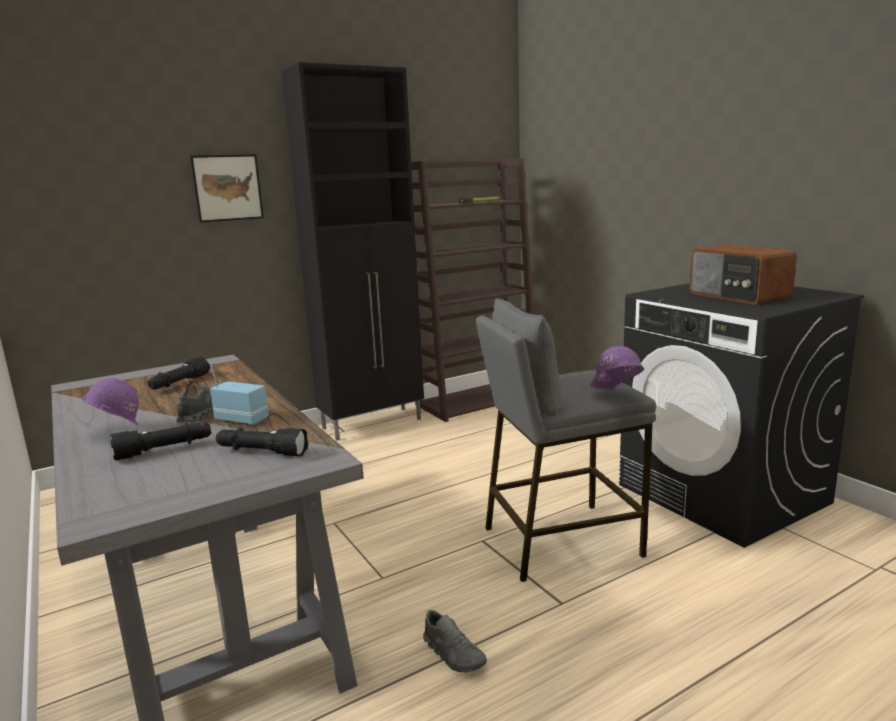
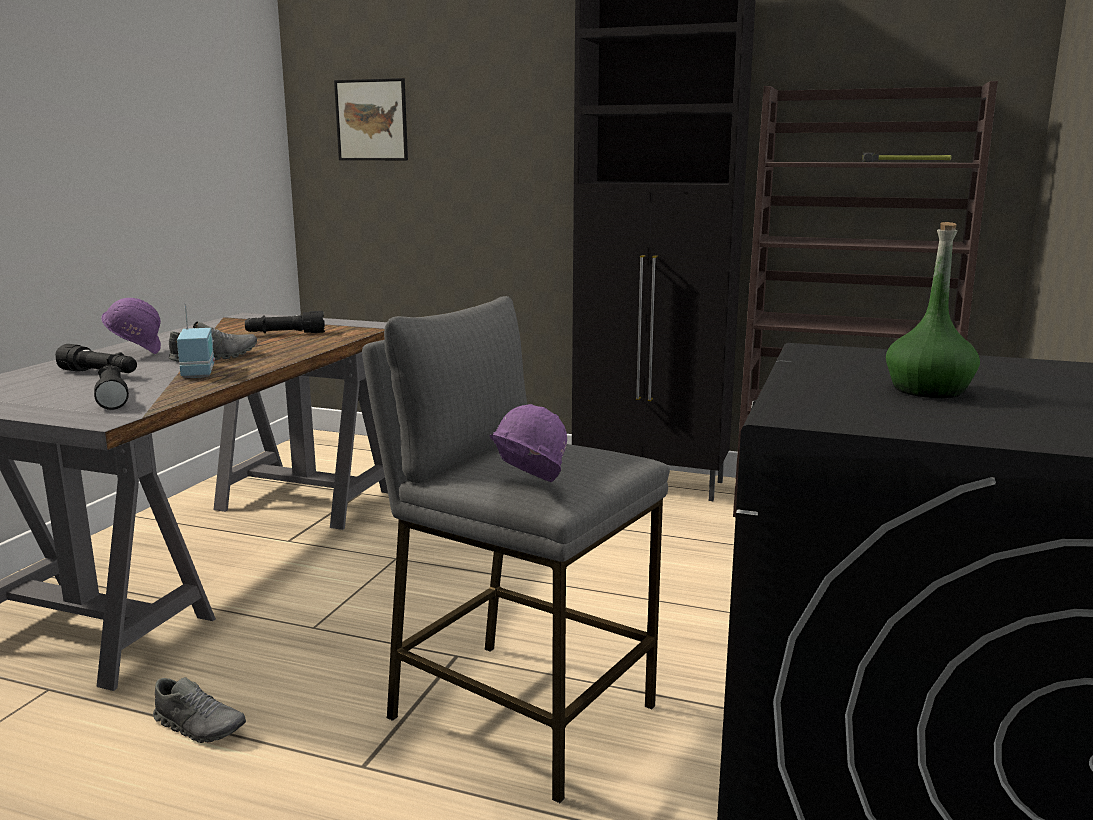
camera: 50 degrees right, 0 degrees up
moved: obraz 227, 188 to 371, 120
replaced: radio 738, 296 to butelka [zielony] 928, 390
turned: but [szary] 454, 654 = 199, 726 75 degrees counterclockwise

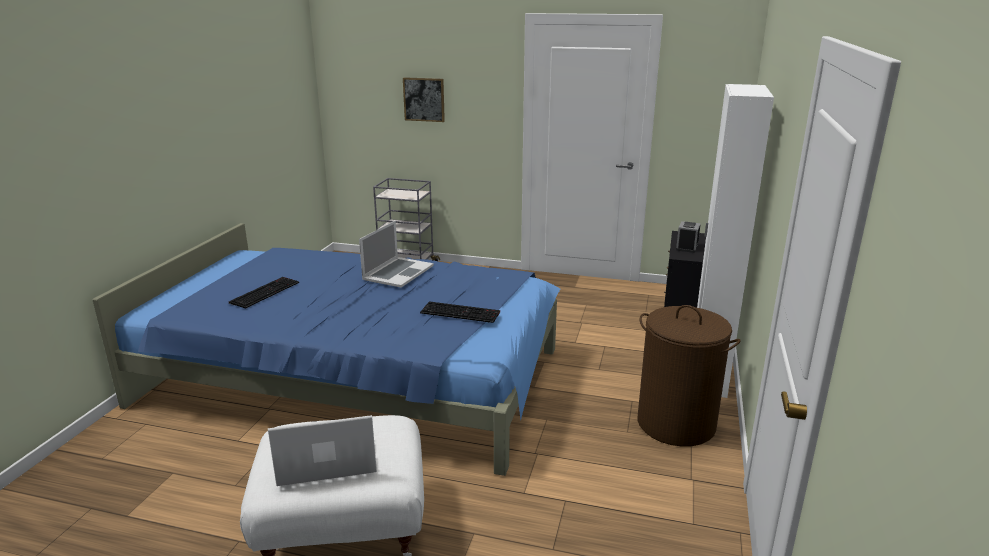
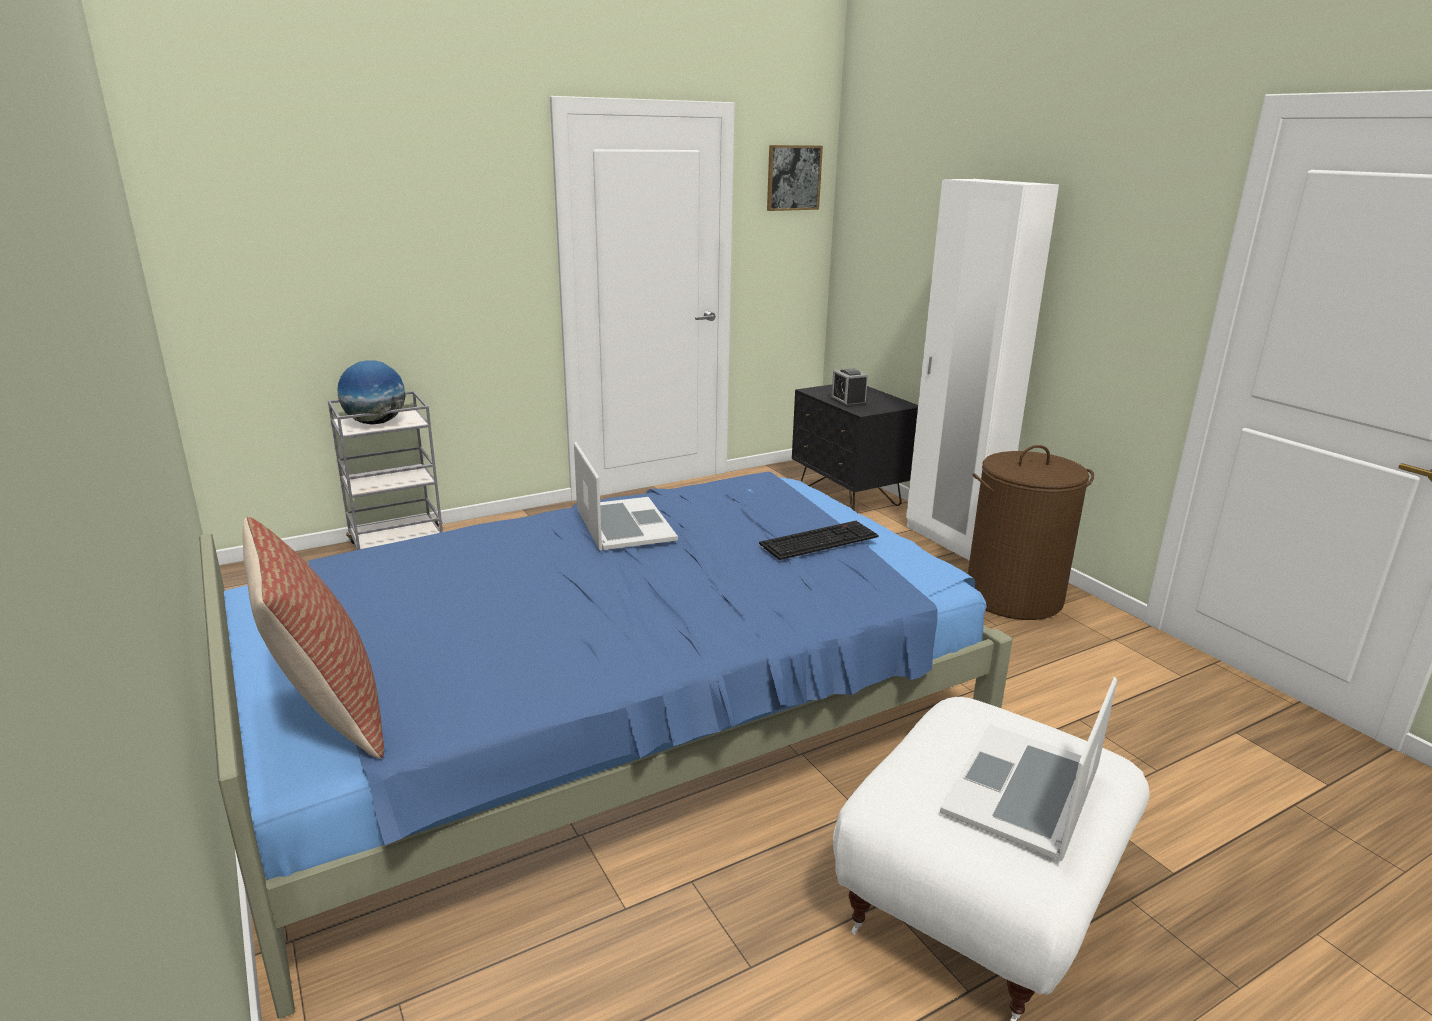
camera: 45 degrees left, 0 degrees up
removed: klawiatura 265, 292
added: poduszka 327, 713; globus 376, 423
moved: obraz 424, 99 to 793, 178

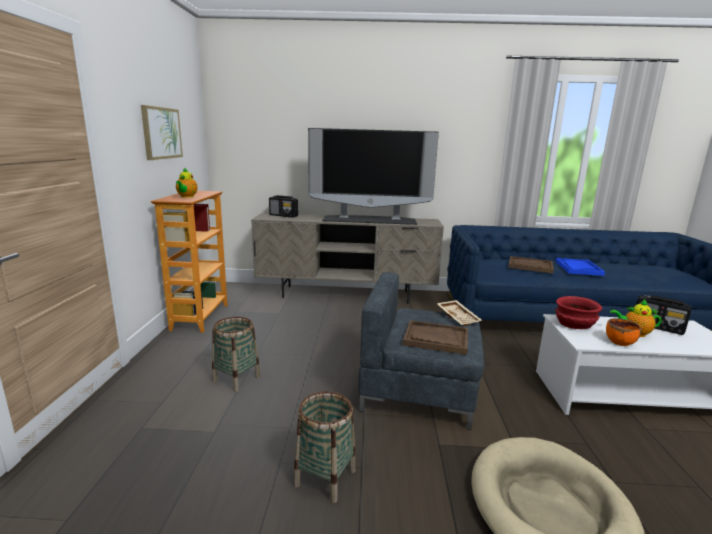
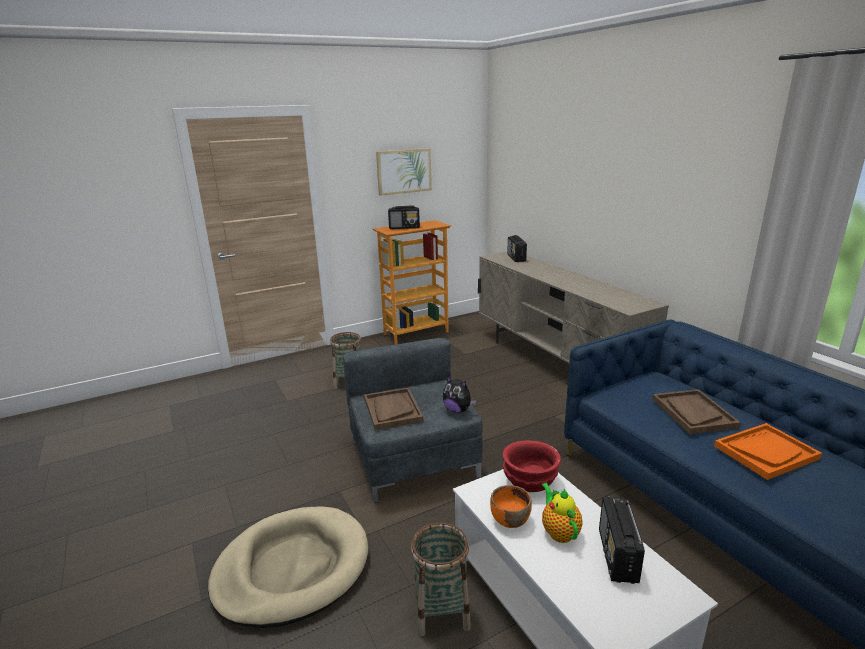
camera: 60 degrees right, 5 degrees up
removed: telewizor 369, 220
moved: koszyk 325, 477 to 441, 611
replaced: imbryk 186, 197 to radio 404, 228; taca [beżowy] 459, 317 to pluszak 458, 410
recoloured: taca [niebieski] 578, 268 to taca [pomarańczowy] 766, 452

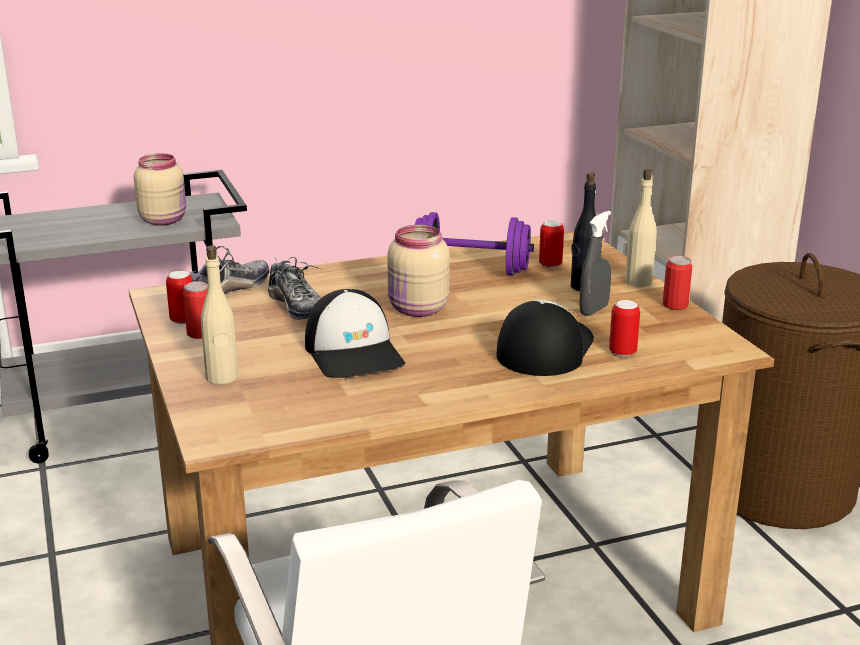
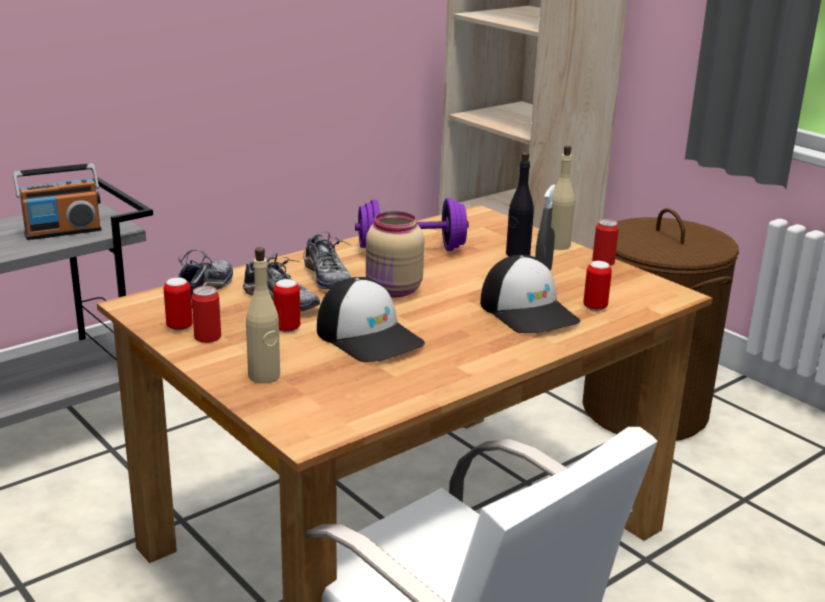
camera: 20 degrees left, 0 degrees up
added: but 327, 278
moved: puszka 550, 265 to 287, 328
replaced: słoik [beżowy] 164, 220 to radio 63, 232
turned: czapka z daszkiem 544, 348 = 529, 311 150 degrees clockwise

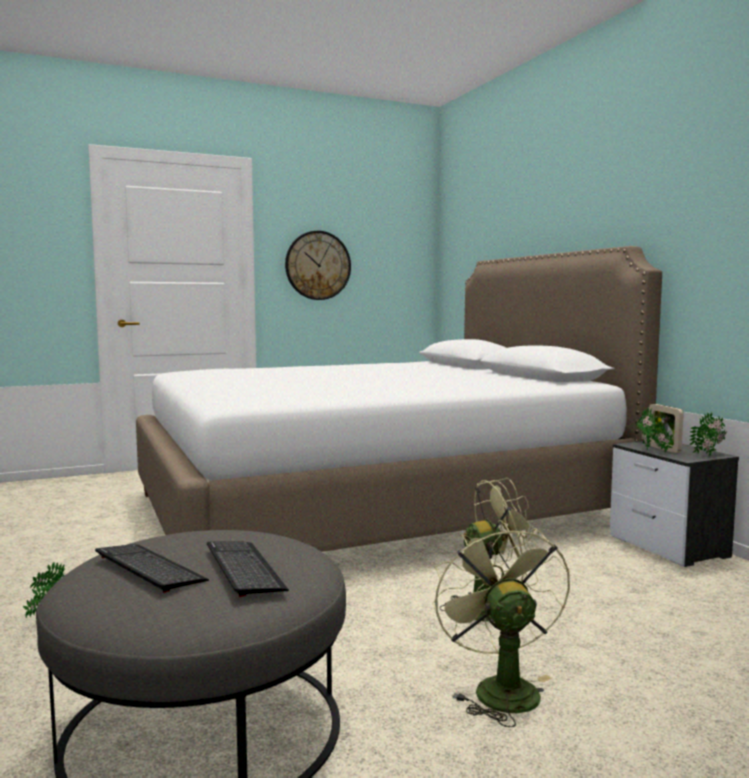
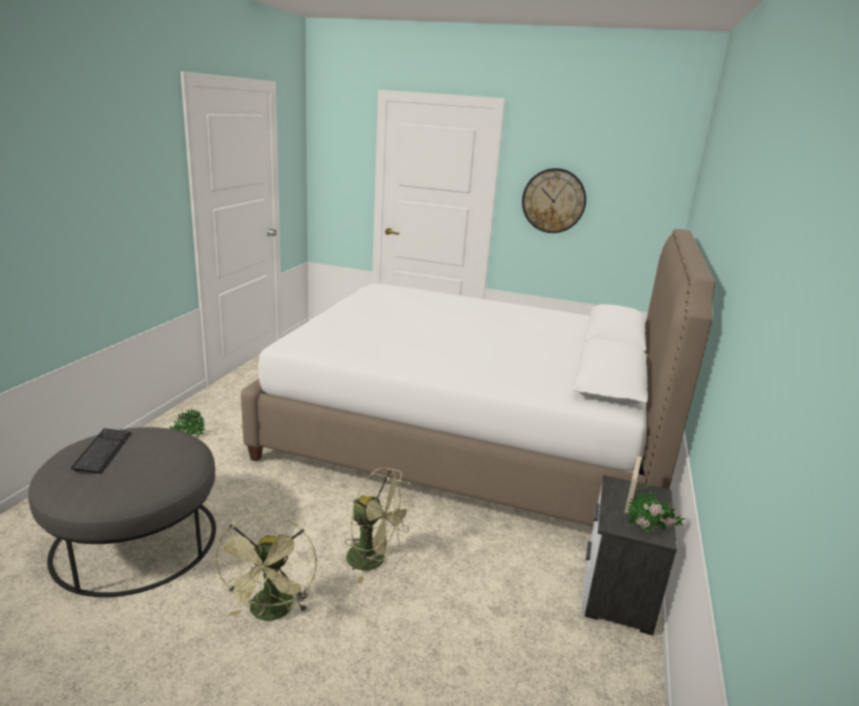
camera: 40 degrees right, 15 degrees up
removed: klawiatura 244, 569; roślina doniczkowa 653, 451
turned: wentylator [zielony] 499, 688 = 271, 613 150 degrees clockwise

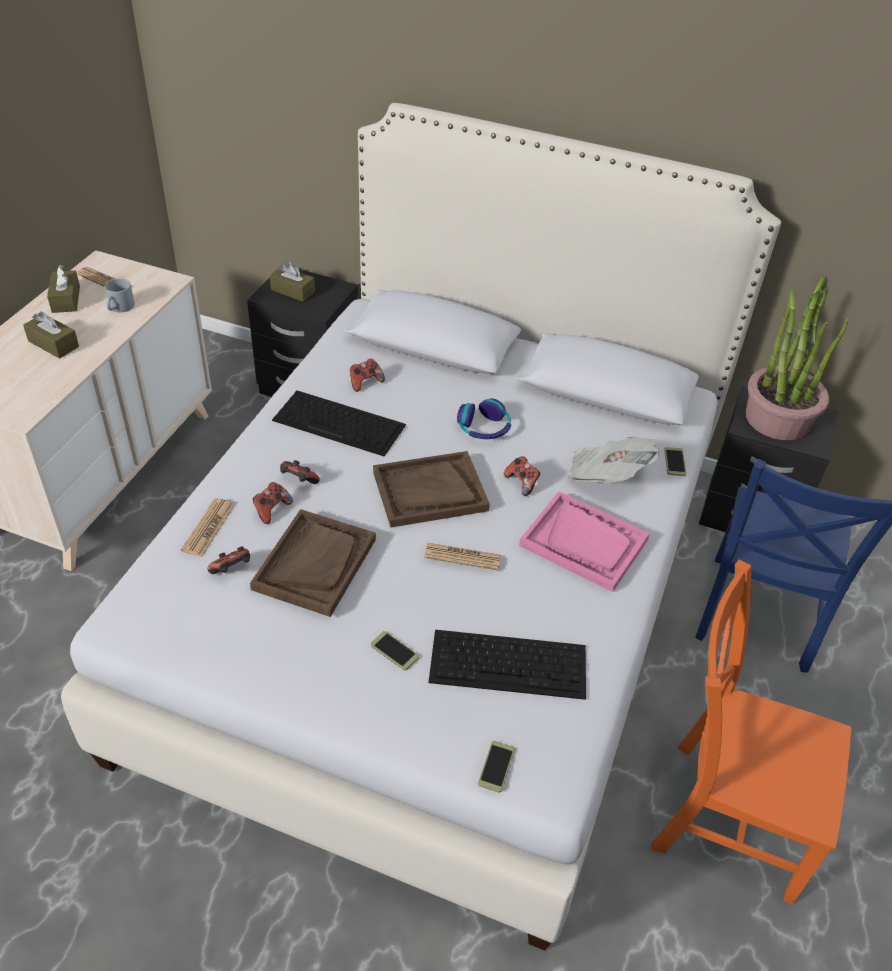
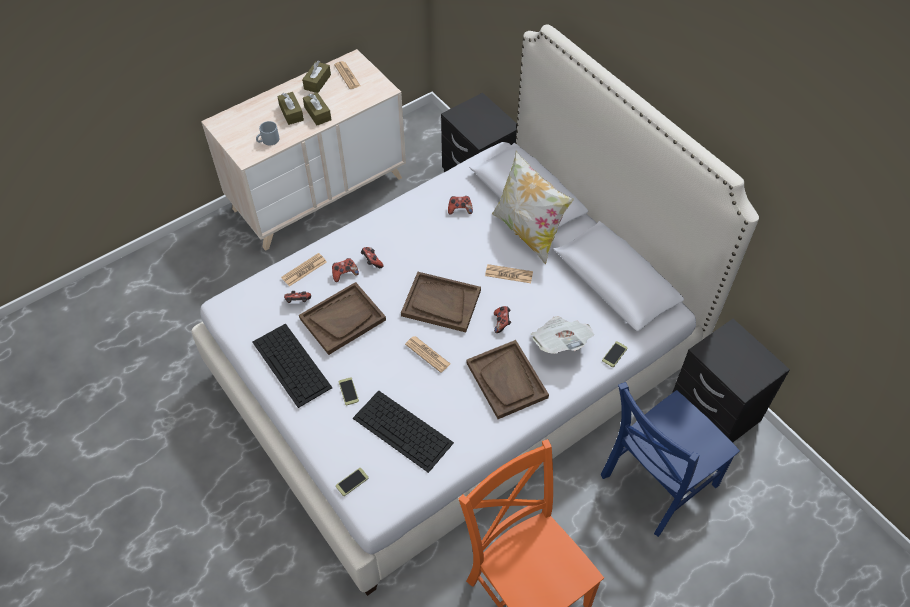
camera: 35 degrees right, 10 degrees up
removed: roślina doniczkowa 777, 418
added: poduszka 528, 232
moved: kubek [szary] 120, 308 to 268, 141; pudełko chusteczek [brązowy] 293, 291 to 317, 113; klawiatura 340, 422 to 292, 365
replaced: słuchawki 484, 428 to gazeta 509, 274
recoloured: taca [różowy] 584, 543 to taca [brązowy] 507, 380

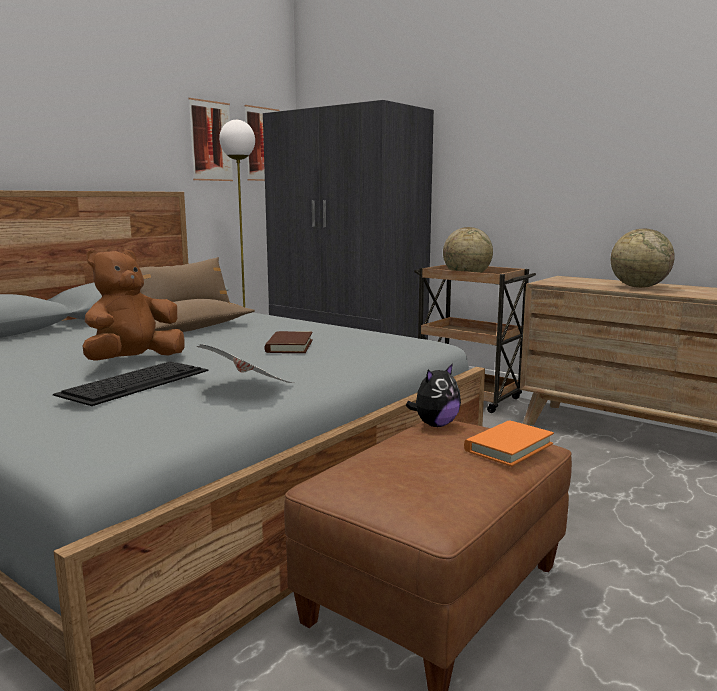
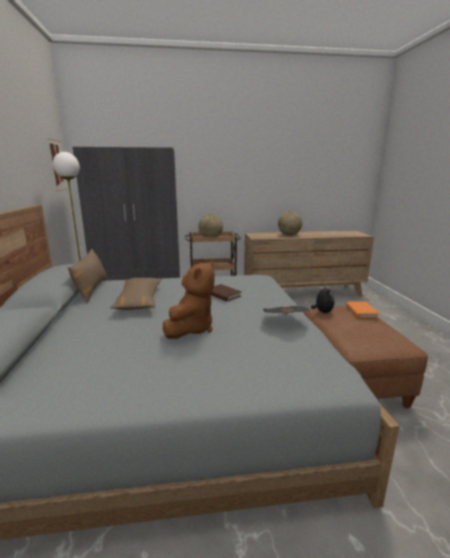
camera: 45 degrees left, 5 degrees up
removed: klawiatura 136, 381; obraz 211, 141
turned: pluszak [brązowy] 133, 361 = 191, 329 150 degrees counterclockwise

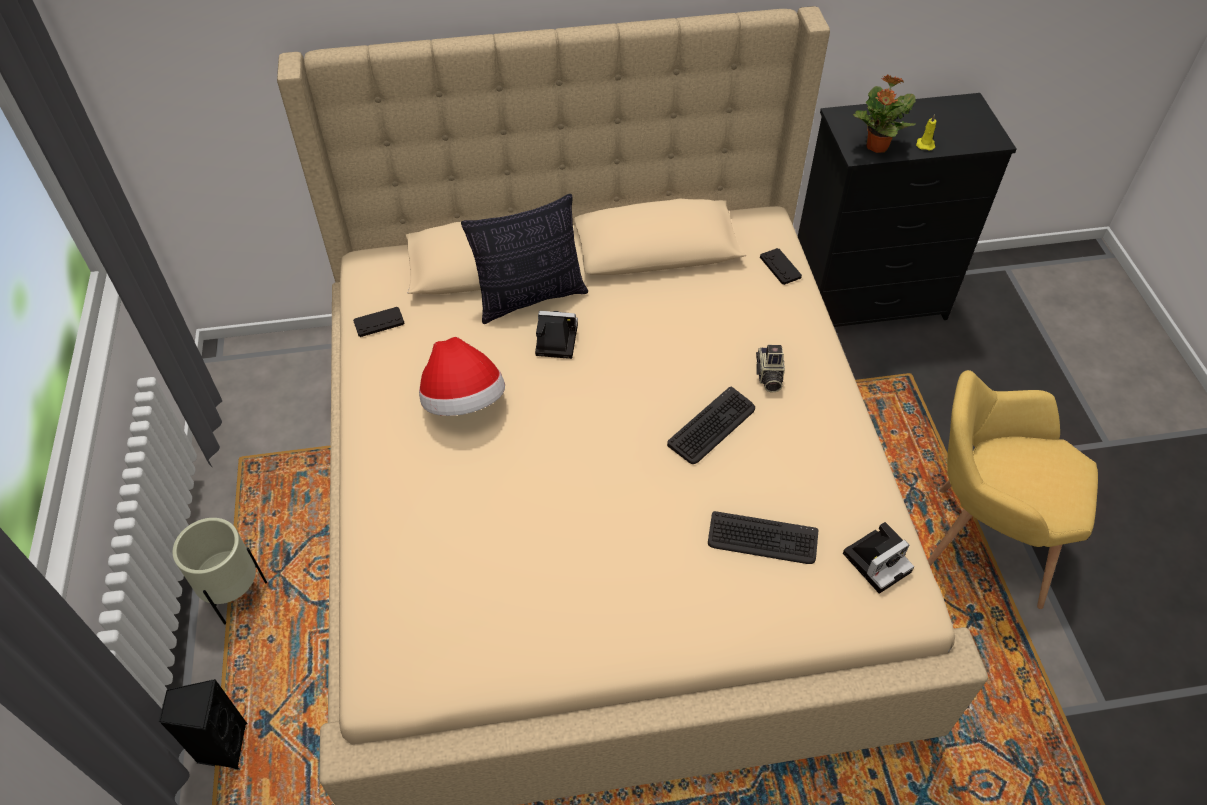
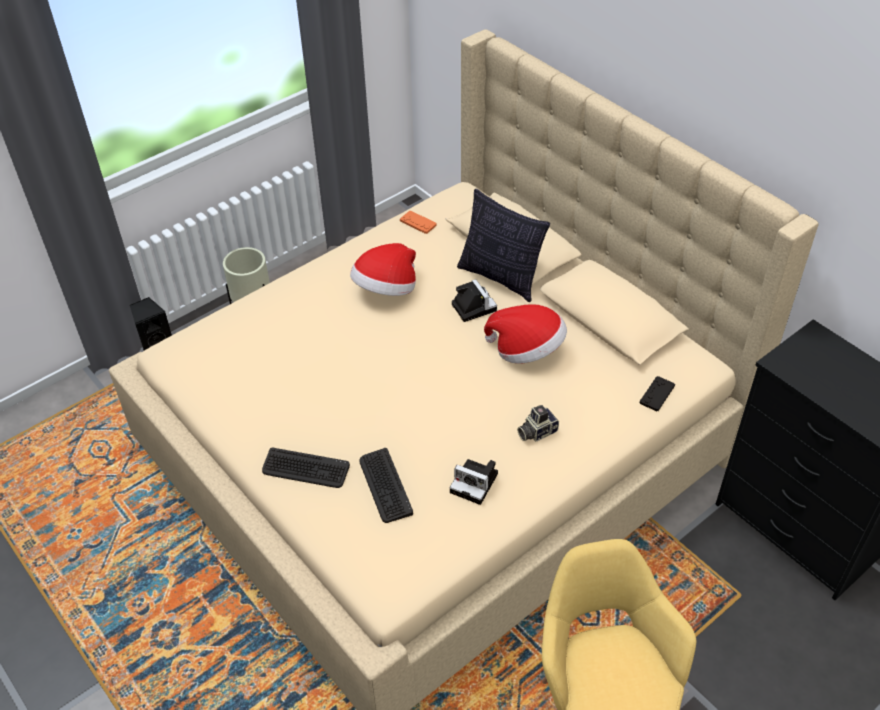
camera: 60 degrees right, 5 degrees down
removed: roślina doniczkowa 876, 147; świeca [żółty] 925, 144
added: kapelusz 527, 350
moved: klawiatura 712, 426 to 305, 469; aparat fotograficzny 877, 560 to 476, 483
recoloured: pad do gier [czarny] 379, 322 to pad do gier [pomarańczowy] 418, 223

